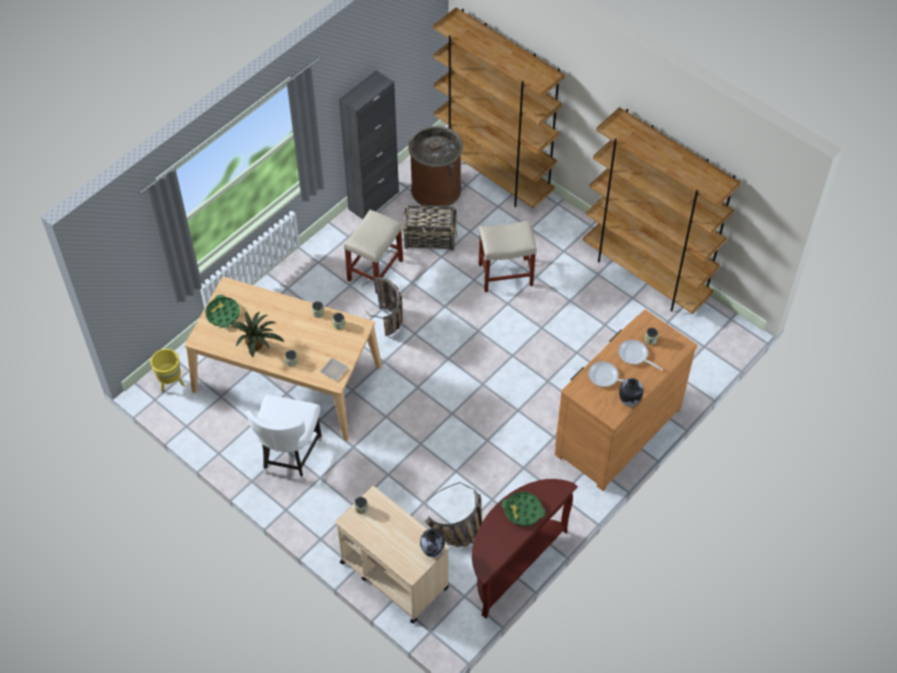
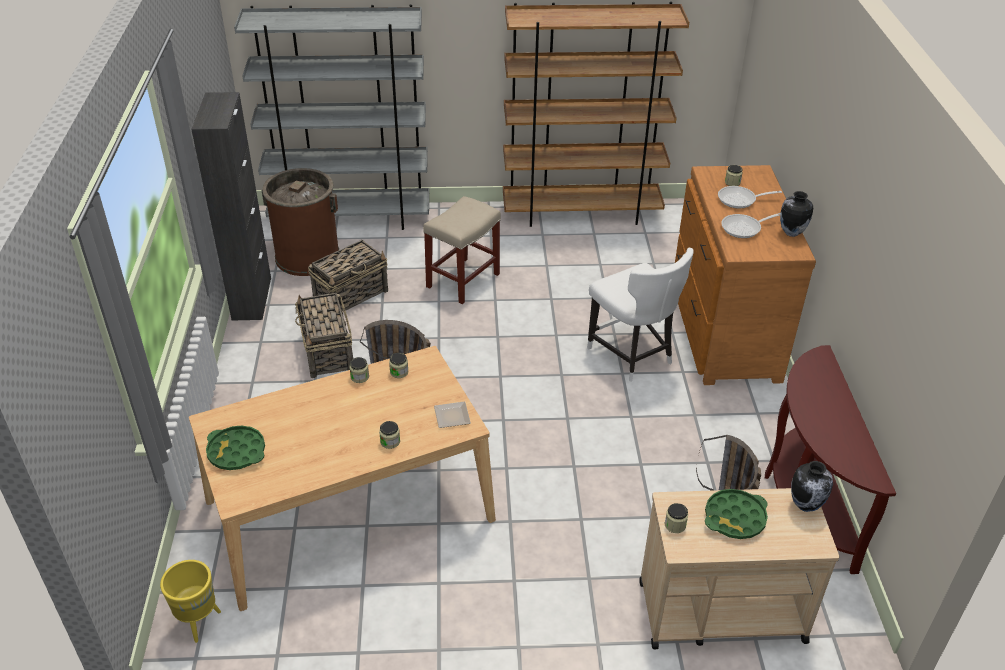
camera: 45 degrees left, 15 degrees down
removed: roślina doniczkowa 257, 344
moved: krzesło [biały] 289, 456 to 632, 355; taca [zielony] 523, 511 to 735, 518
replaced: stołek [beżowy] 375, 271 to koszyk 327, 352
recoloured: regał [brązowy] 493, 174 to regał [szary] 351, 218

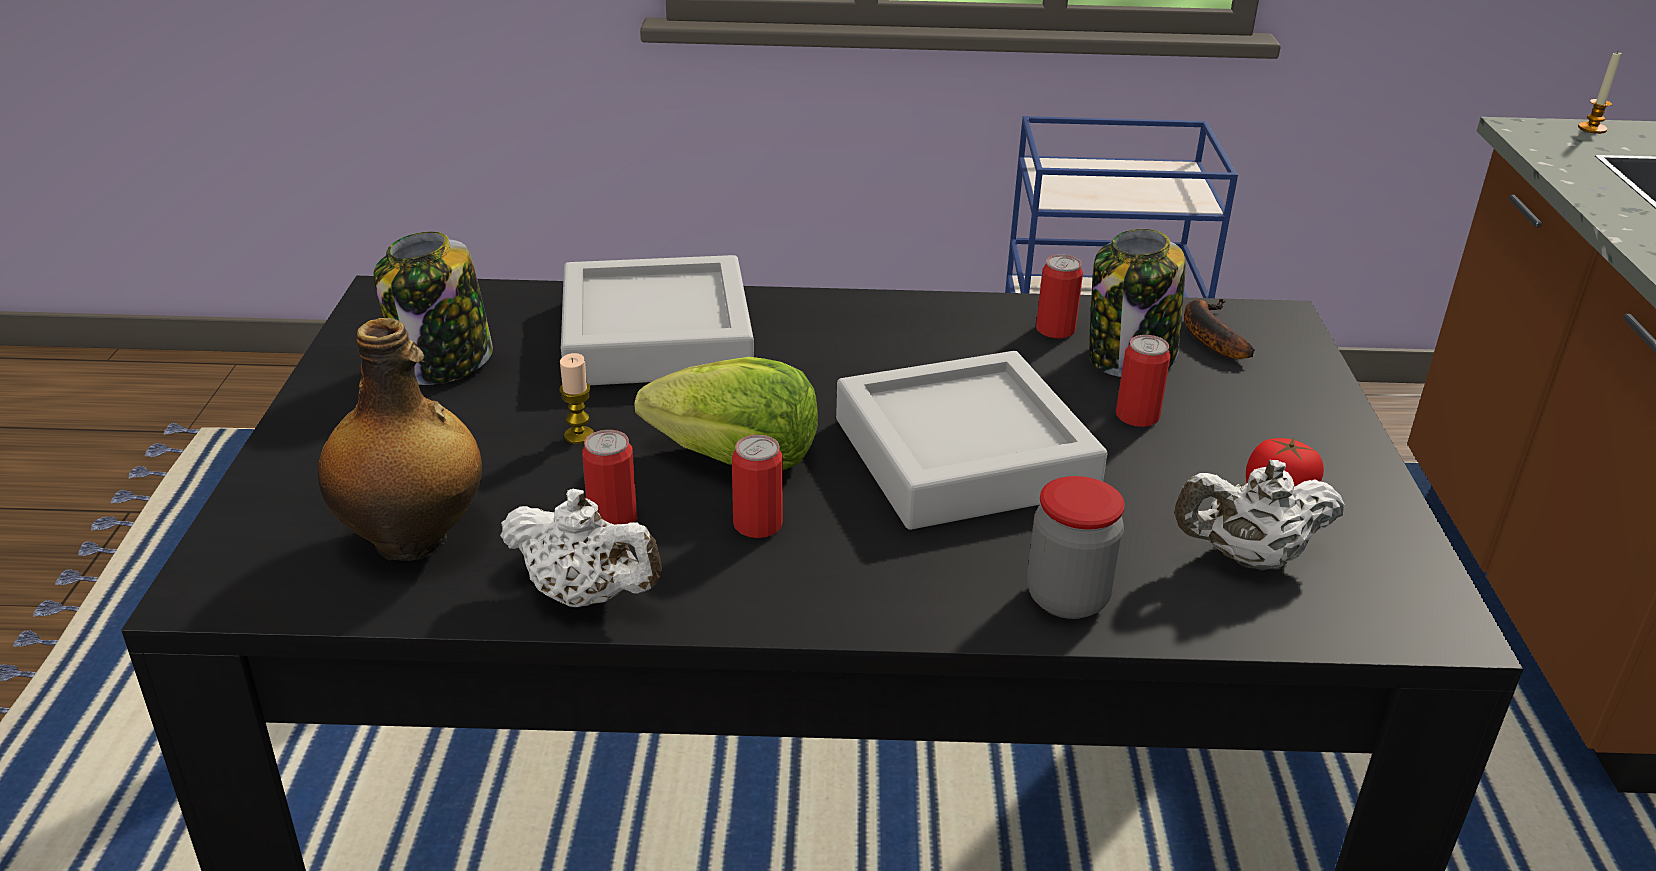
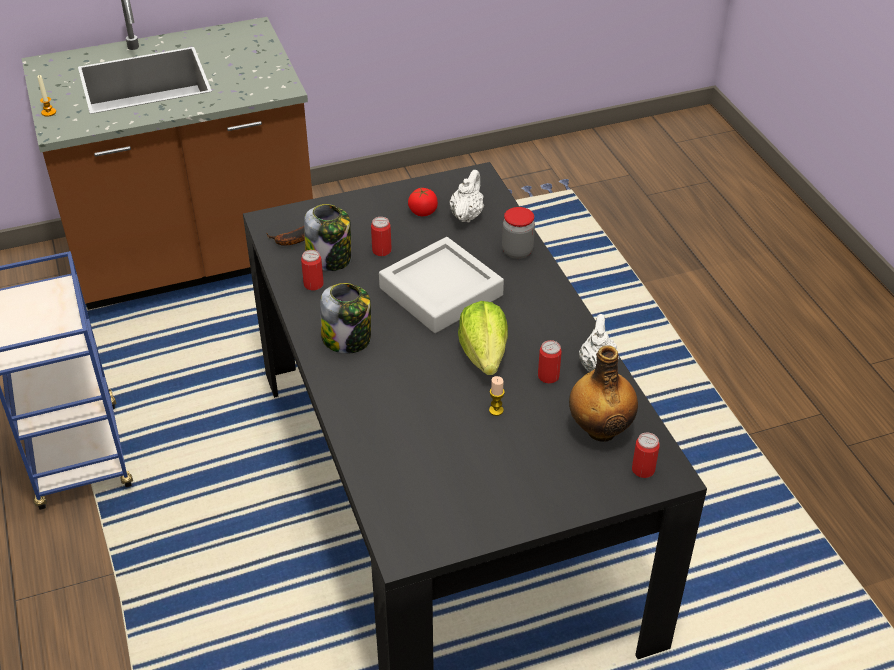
camera: 110 degrees left, 10 degrees up
removed: taca [szary] 656, 337
moved: słoik 443, 364 to 347, 339; puszka 758, 524 to 643, 469
turned: imbryk [biały] 1249, 558 = 466, 215 135 degrees counterclockwise

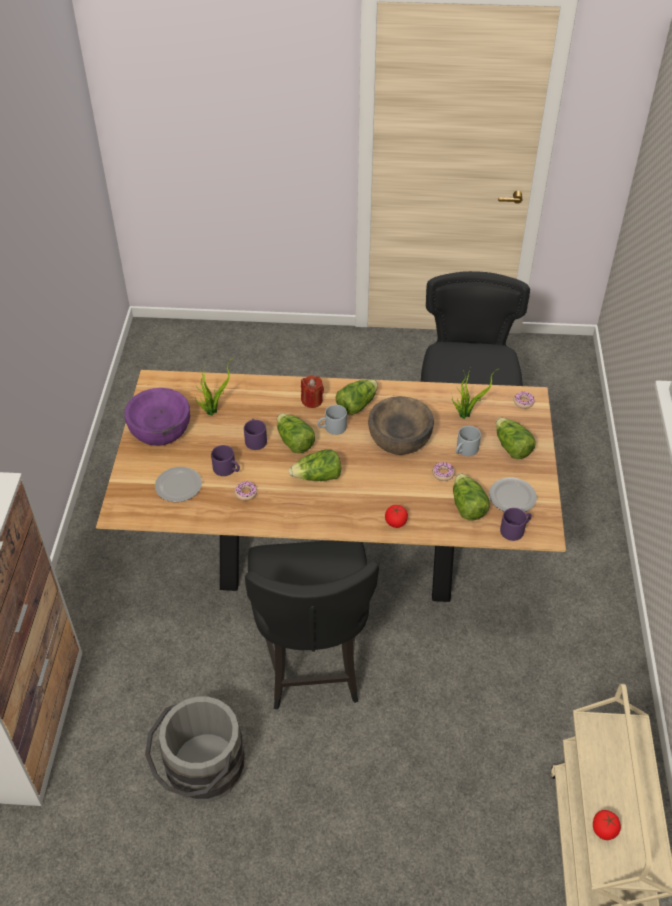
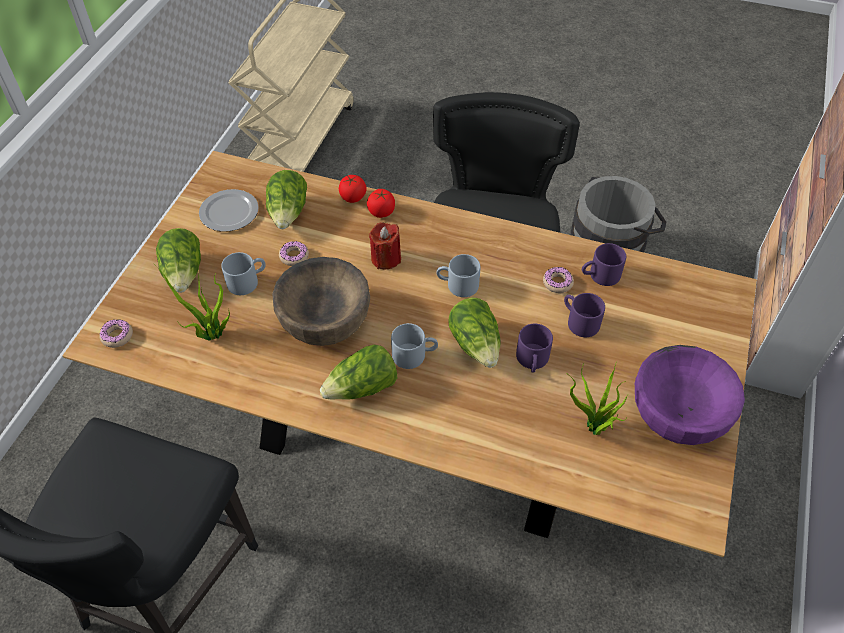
camera: 165 degrees left, 5 degrees up
removed: talerz 179, 485
moved: świeca [czerwony] 312, 400 to 386, 258; kubek [fioletowy] 515, 529 to 600, 276; pomidor 604, 829 to 353, 197
replaced: sałata 318, 477 to kubek [szary] 457, 285

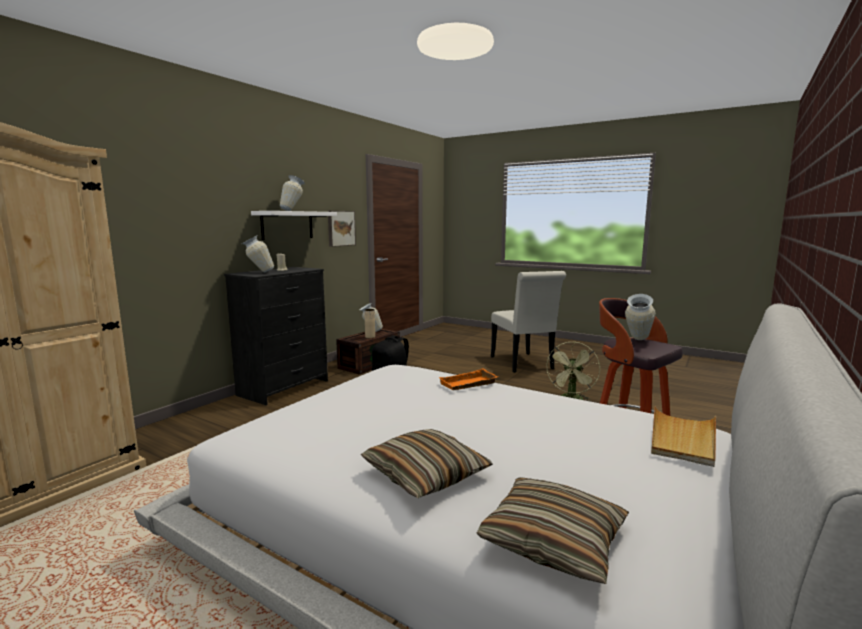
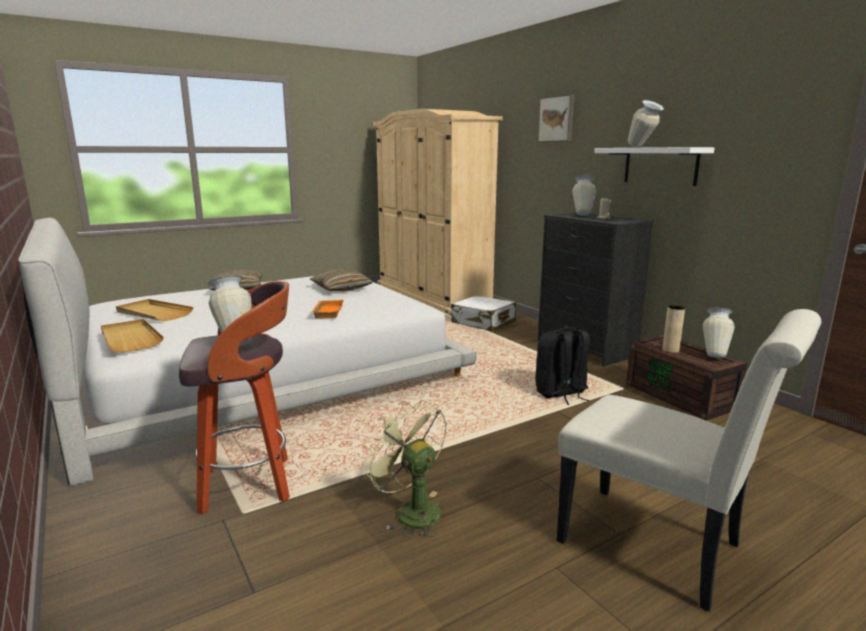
camera: 115 degrees right, 5 degrees up
added: taca [beżowy] 153, 313; walizka [biały] 483, 323
moved: obraz 340, 228 to 557, 119; poduszka 553, 541 to 341, 288
turned: krzesło [biały] 523, 364 = 661, 549 150 degrees counterclockwise

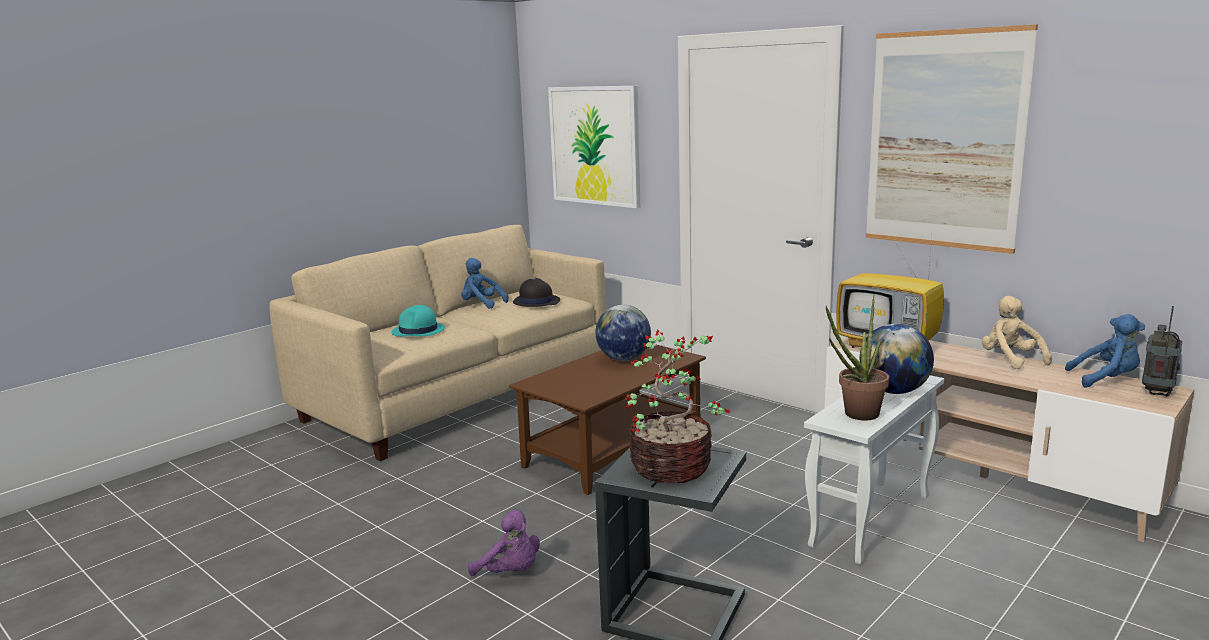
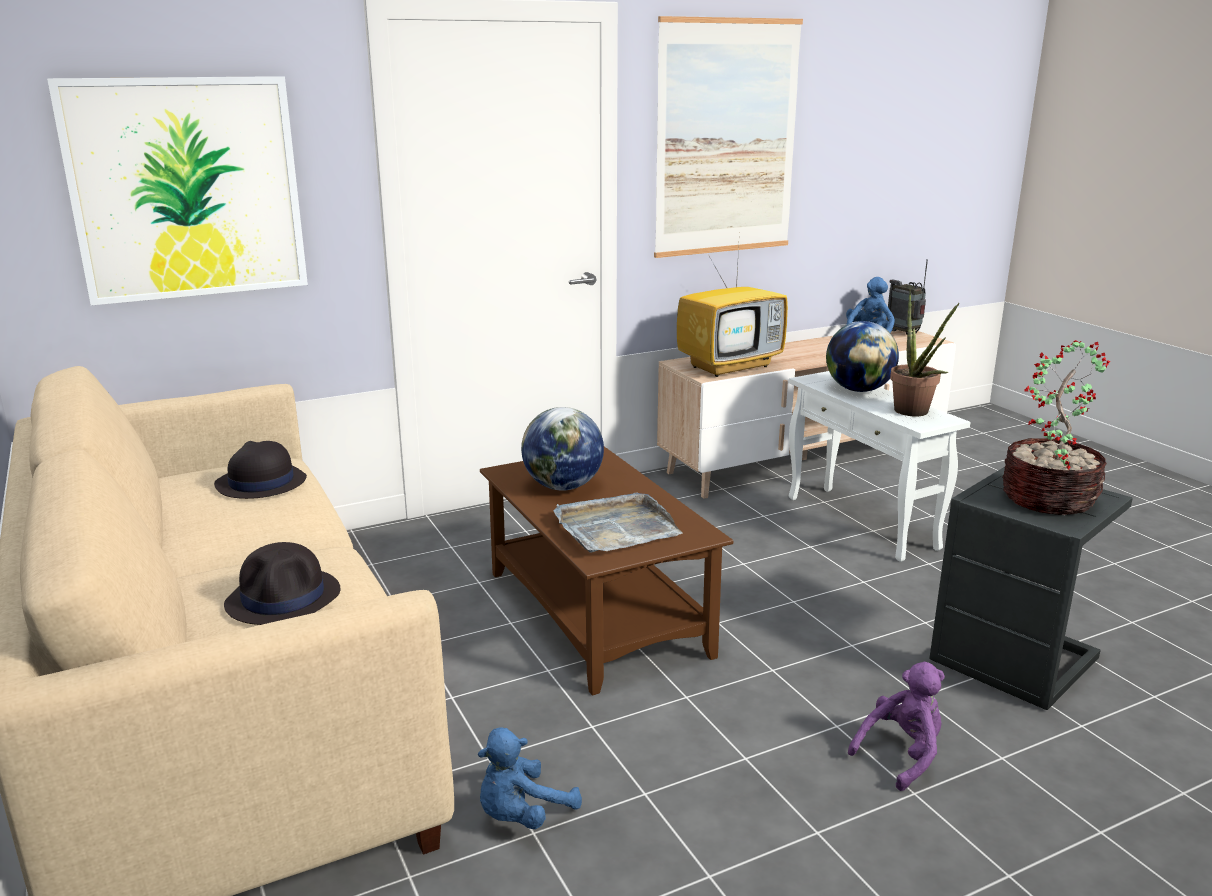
camera: 70 degrees left, 5 degrees up
removed: pluszak [beżowy] 1010, 359
added: taca [szary] 615, 528
moved: pluszak [niebieski] 481, 304 to 522, 815
recoloured: kapelusz [turkusowy] 418, 331 to kapelusz [czarny] 284, 598

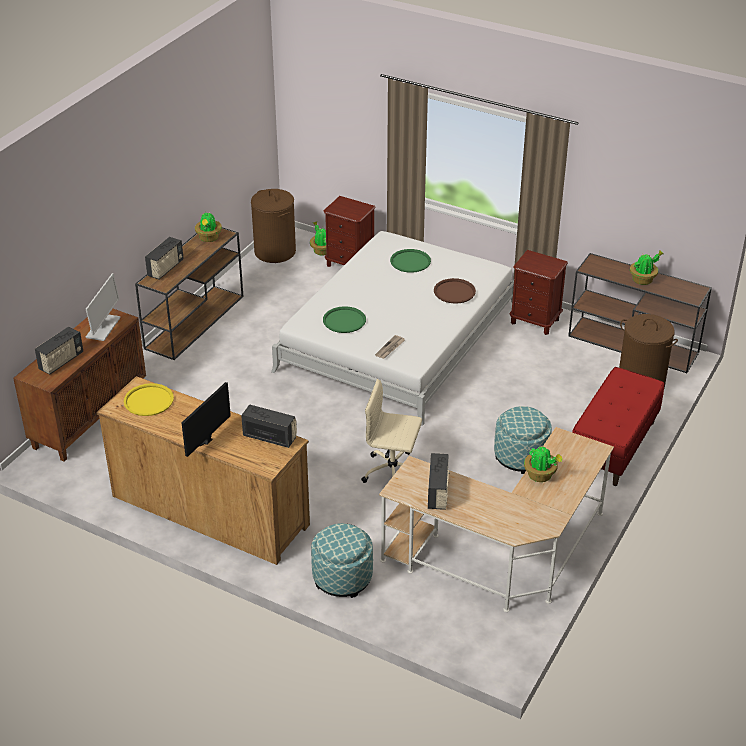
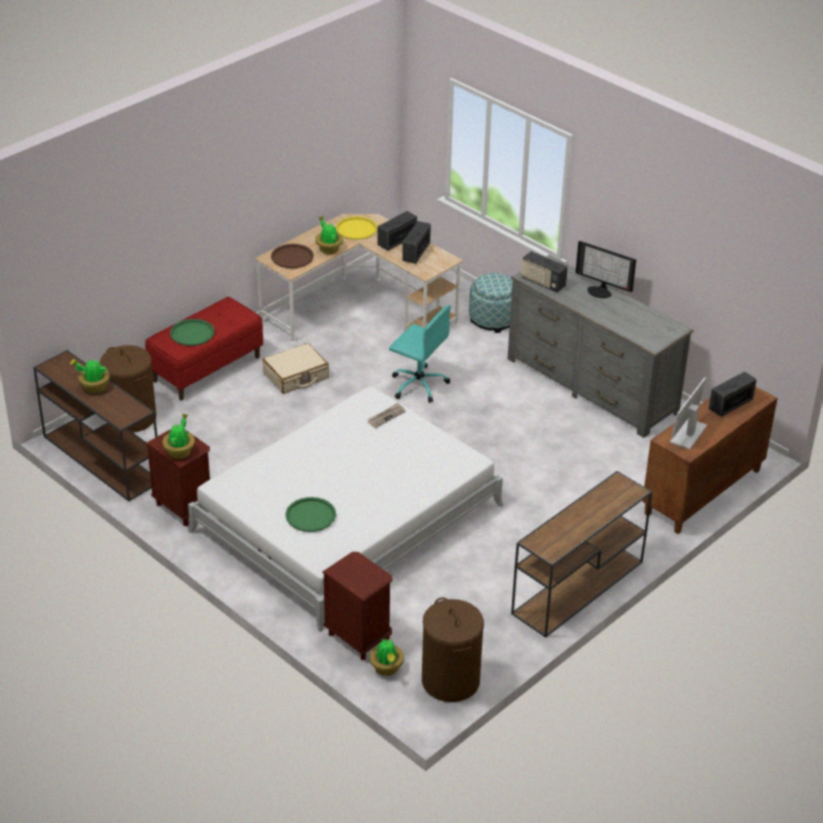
camera: 165 degrees left, 0 degrees up
moved: taca [żółty] 148, 400 to 356, 229; radio 166, 268 to 397, 241; roślina doniczkowa 209, 238 to 180, 451; taca [zielony] 344, 320 to 192, 333; taca [brązowy] 454, 291 to 292, 257
replaced: pufa 521, 456 to walizka [beżowy] 296, 376
recoloured: komoda [brązowy] 210, 510 to komoda [szary] 591, 385; krzesło biurowe [beżowy] 393, 473 to krzesło biurowe [turkusowy] 418, 384
turned: monitor 202, 439 = 600, 291 75 degrees clockwise

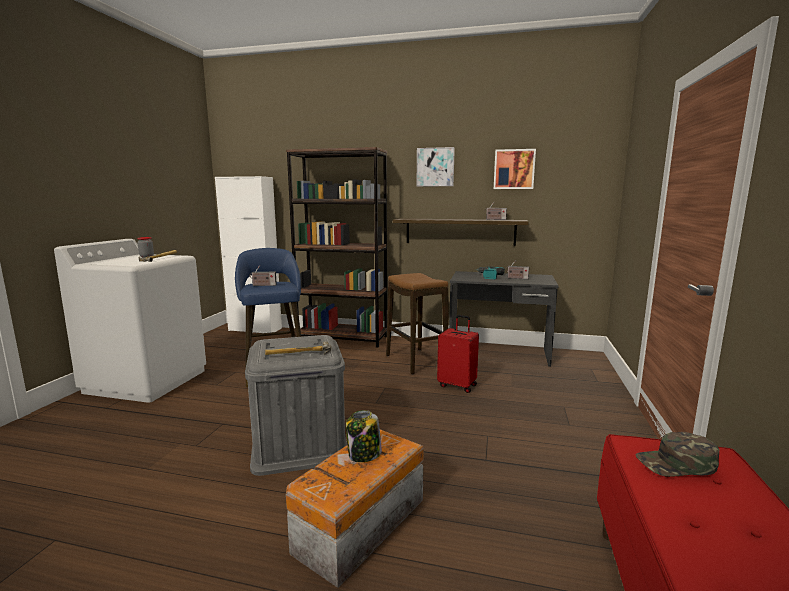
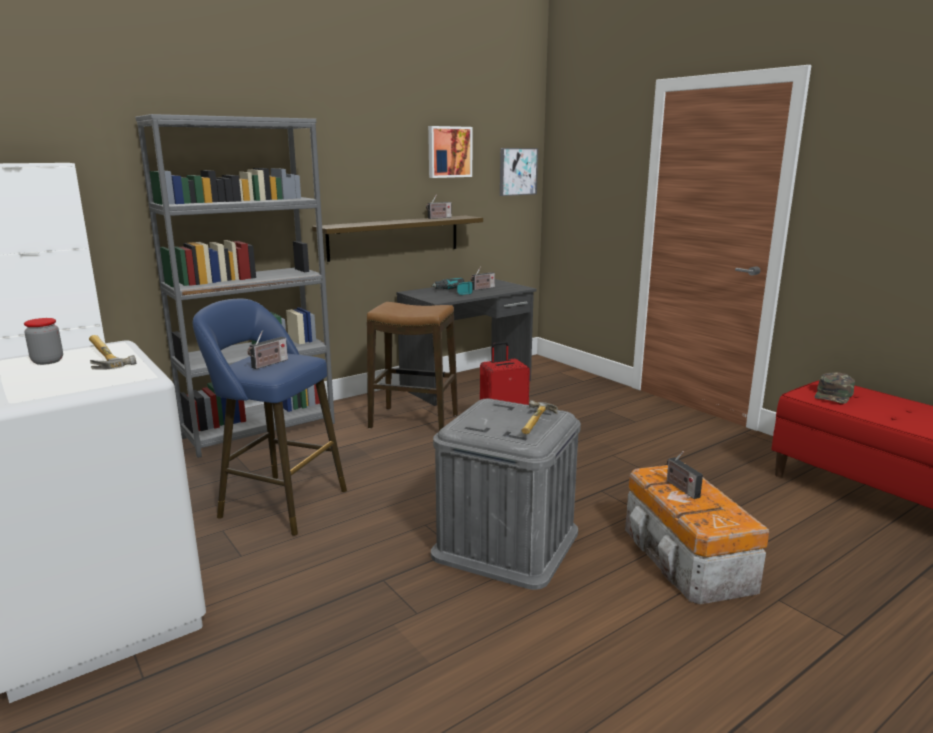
camera: 50 degrees left, 5 degrees up
moved: obraz 435, 167 to 517, 171
replaced: słoik 364, 455 to radio 680, 488
recoloured: regał [brązowy] 343, 338 to regał [szary] 260, 430

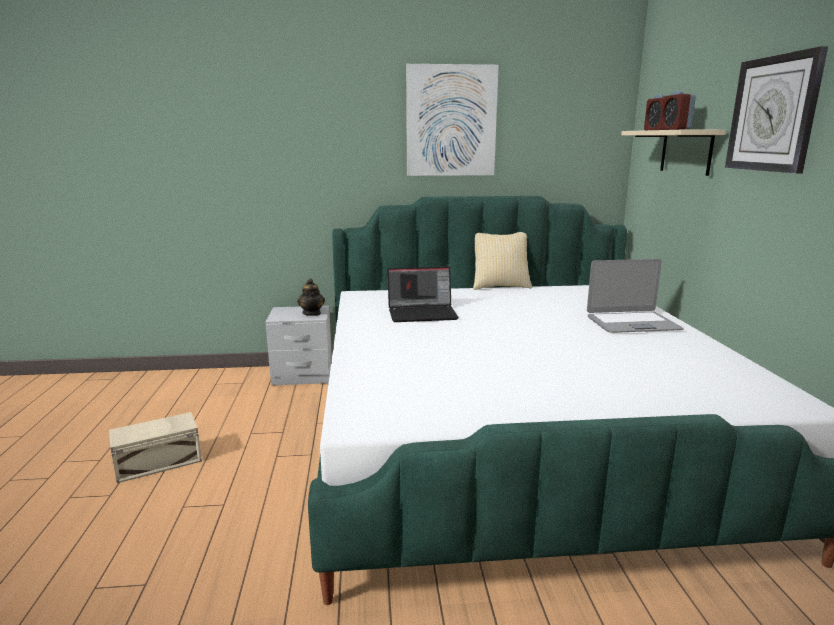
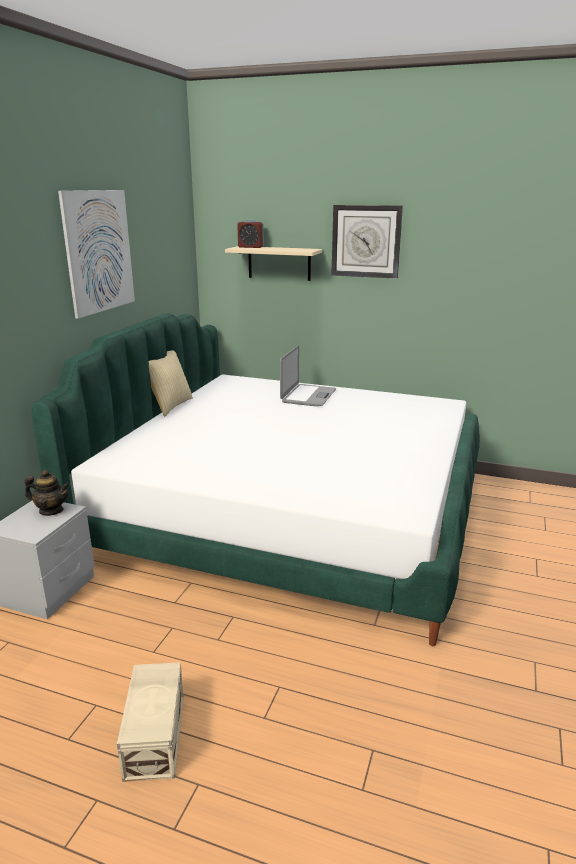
camera: 65 degrees left, 5 degrees up
removed: laptop 423, 313; budzik 674, 129

